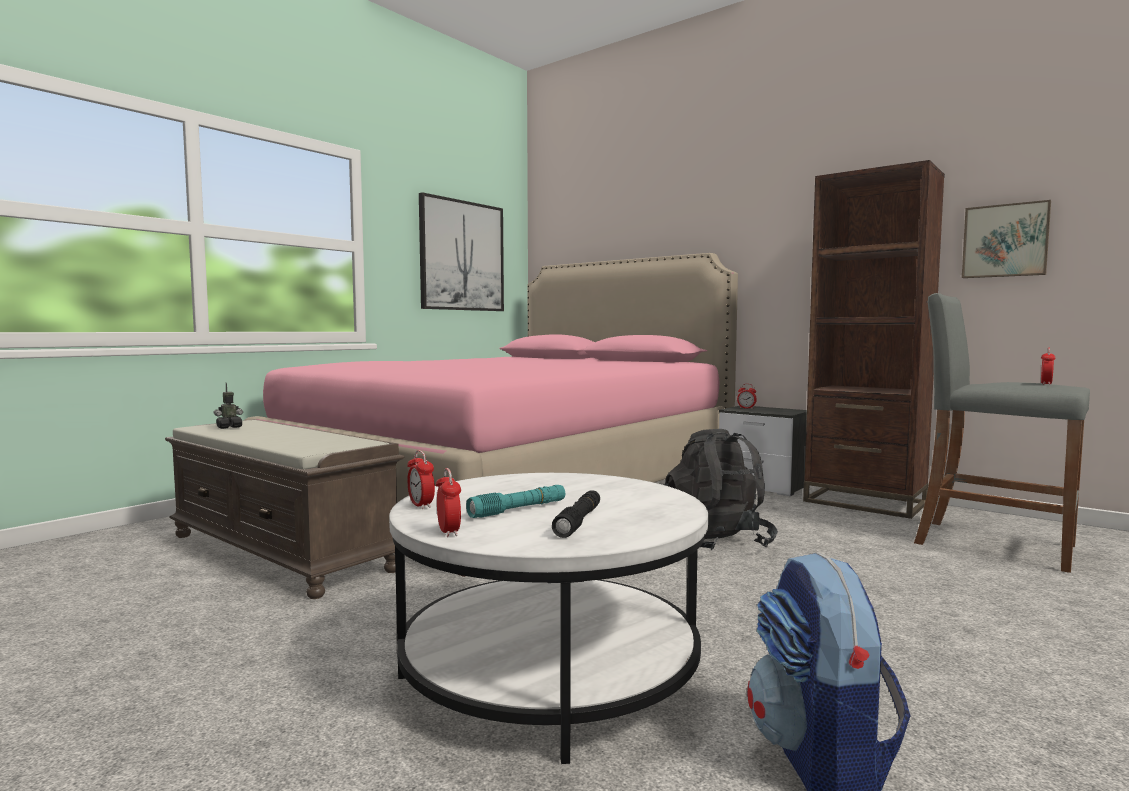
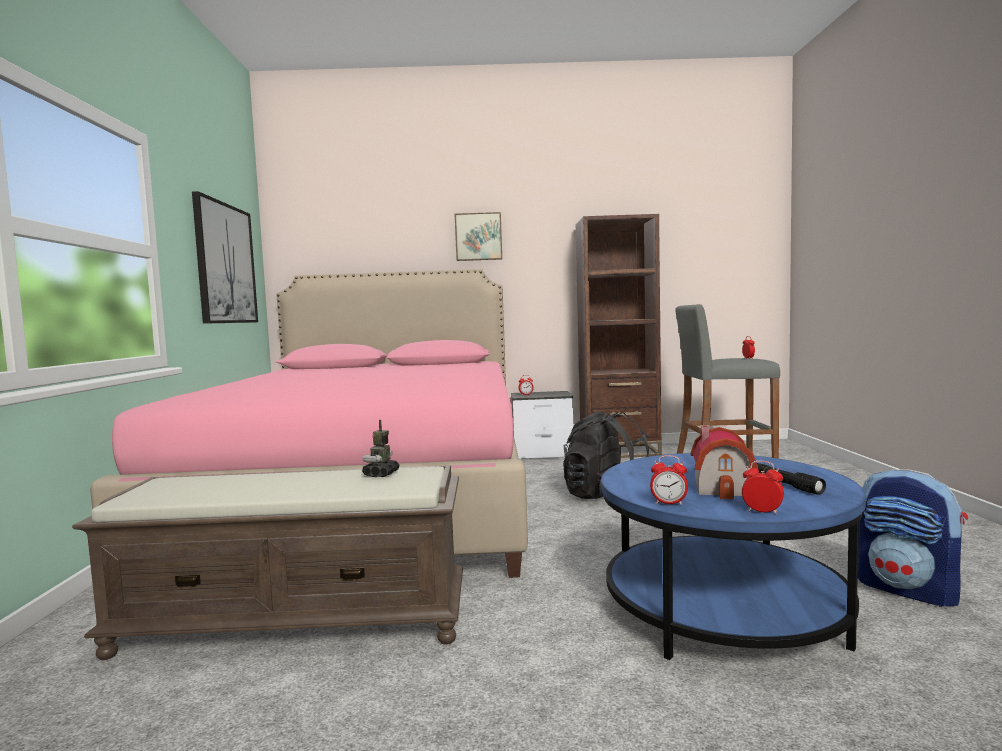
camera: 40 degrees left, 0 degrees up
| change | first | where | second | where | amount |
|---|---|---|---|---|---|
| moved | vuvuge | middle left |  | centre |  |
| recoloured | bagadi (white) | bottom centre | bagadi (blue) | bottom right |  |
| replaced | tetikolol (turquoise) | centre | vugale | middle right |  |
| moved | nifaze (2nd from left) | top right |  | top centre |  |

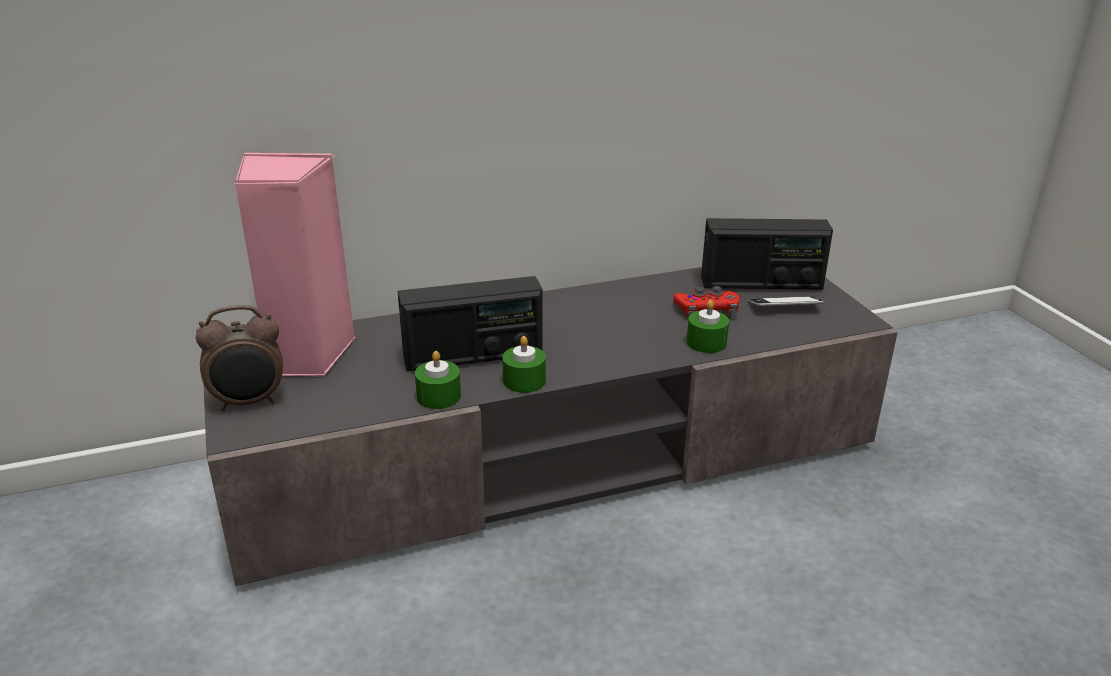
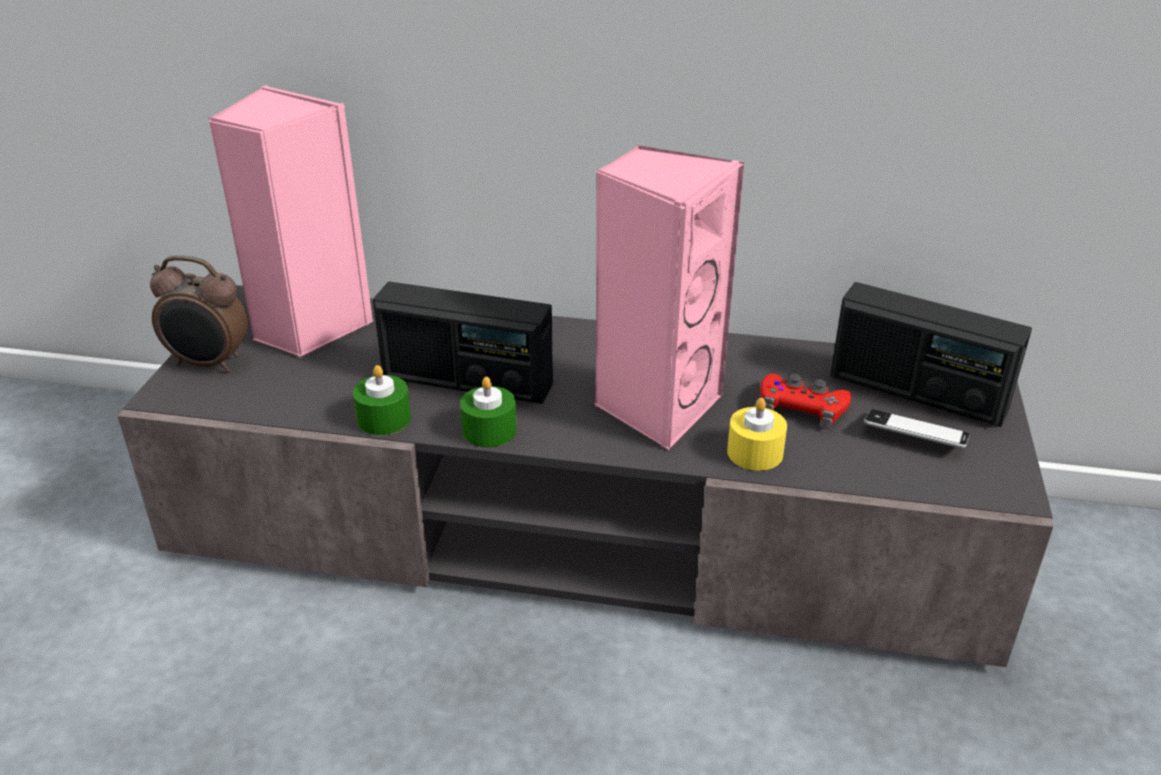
camera: 30 degrees right, 5 degrees up
| change | first | where | second | where | amount |
|---|---|---|---|---|---|
| recoloured | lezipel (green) (3rd from left) | centre | lezipel (yellow) | centre |  |
| added |  |  | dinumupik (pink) (2nd from left) | centre |  |

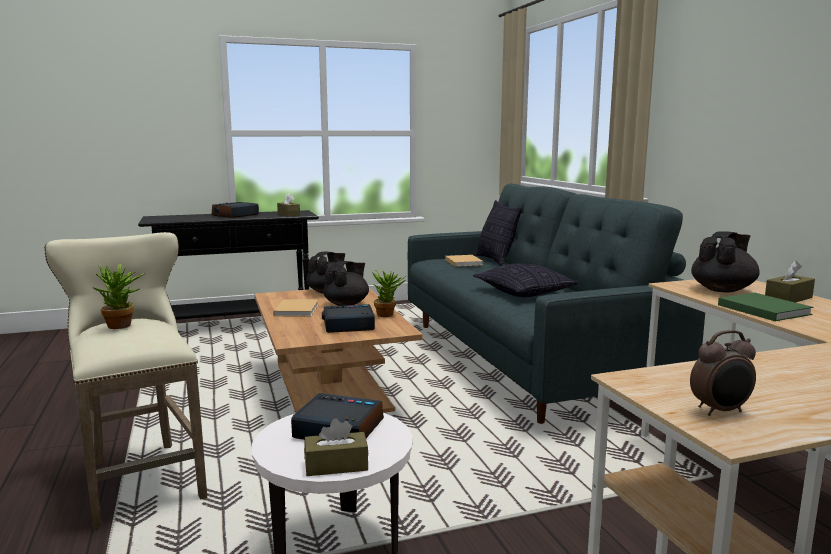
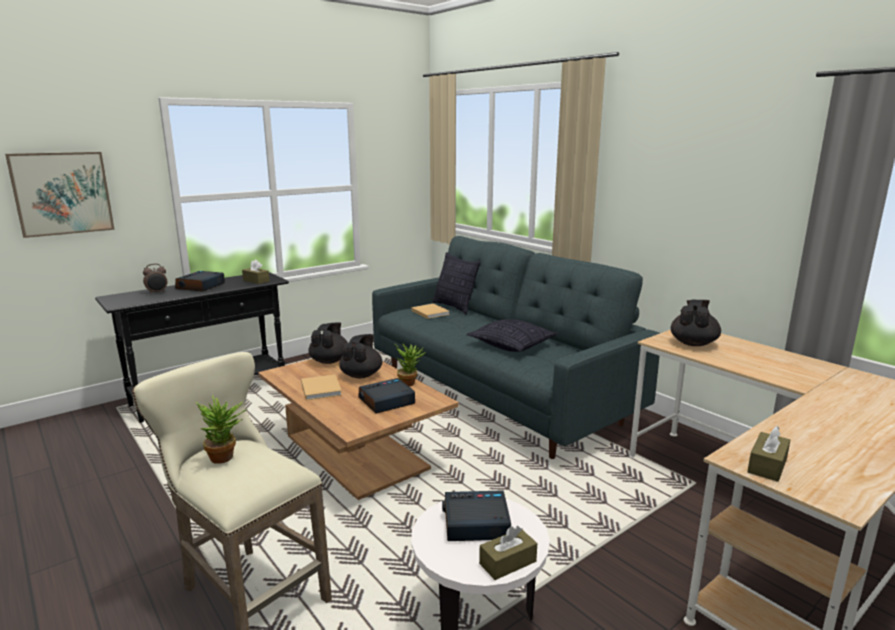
camera: 20 degrees left, 5 degrees up
| change | first | where | second | where | amount |
|---|---|---|---|---|---|
| moved | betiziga (4th from left in the first image) | bottom right | betiziga (1st from left) | middle left |  |
| removed | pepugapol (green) | middle right |  |  |  |
| moved | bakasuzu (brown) (3rd from left) | middle right |  | bottom right |  |
| added |  |  | nifaze | top left |  |

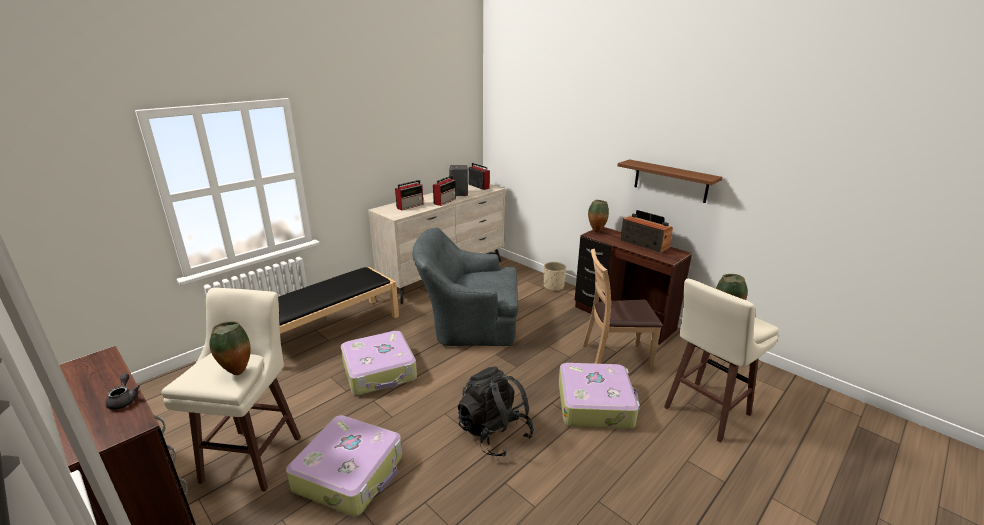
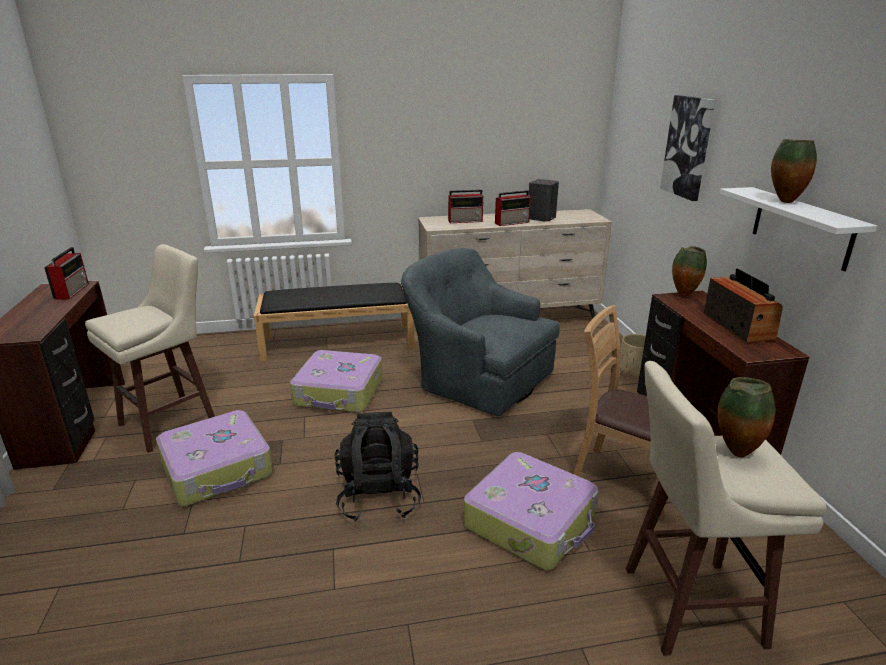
camera: 35 degrees right, 0 degrees up
| change | first | where | second | where | amount |
|---|---|---|---|---|---|
| removed | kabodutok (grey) | bottom left |  |  |  |
| moved | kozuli (1st from left in the first image) | middle left | kozuli (3rd from left) | top right |  |
| moved | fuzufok (3rd from left in the first image) | centre | fuzufok (1st from left) | middle left |  |
| recoloured | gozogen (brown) | middle right | gozogen (white) | middle right |  |
| added |  |  | nifaze | top right |  |

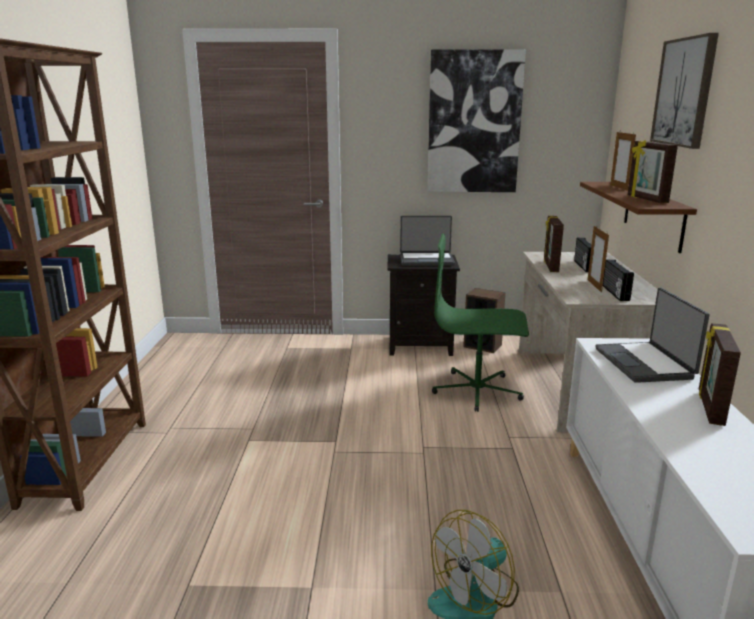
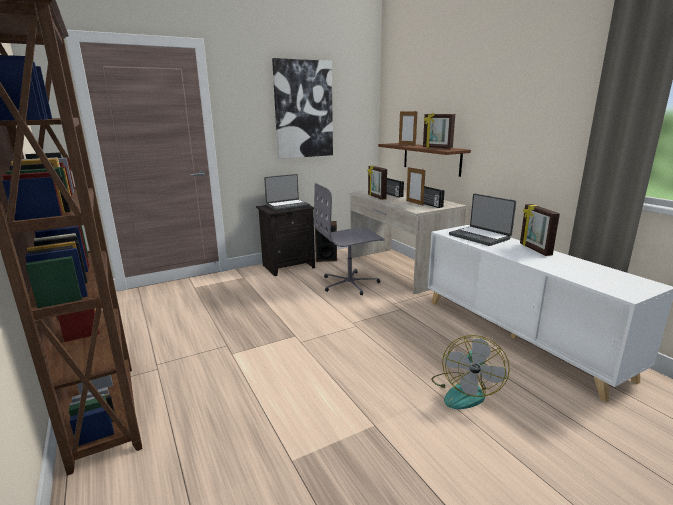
camera: 30 degrees left, 0 degrees up
| change | first | where | second | where | amount |
|---|---|---|---|---|---|
| recoloured | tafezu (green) | centre | tafezu (grey) | centre |  |
| removed | nifaze (2nd from left) | top right |  |  |  |

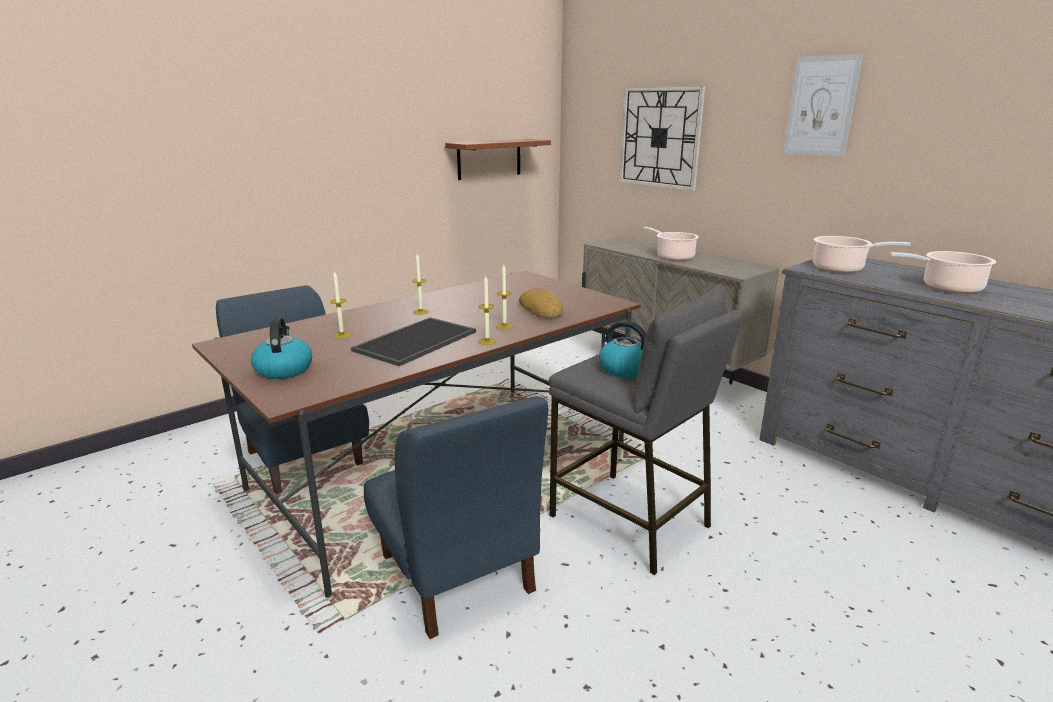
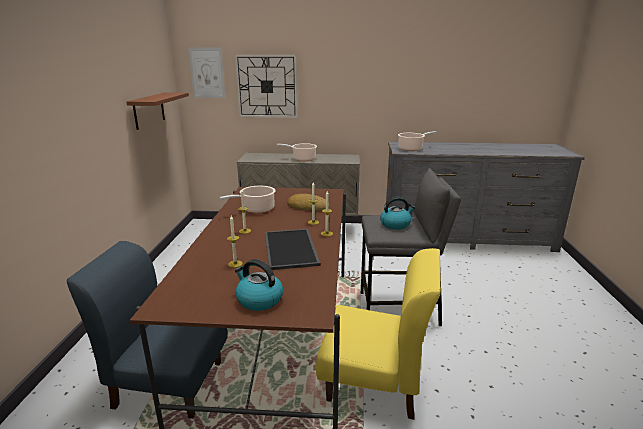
camera: 45 degrees left, 0 degrees up
| change | first | where | second | where | amount |
|---|---|---|---|---|---|
| recoloured | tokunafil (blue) (2nd from left) | bottom centre | tokunafil (yellow) | bottom centre |  |
| moved | nifaze | top right |  | top left |  |
| moved | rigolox (3rd from left in the first image) | middle right | rigolox (1st from left) | centre |  |

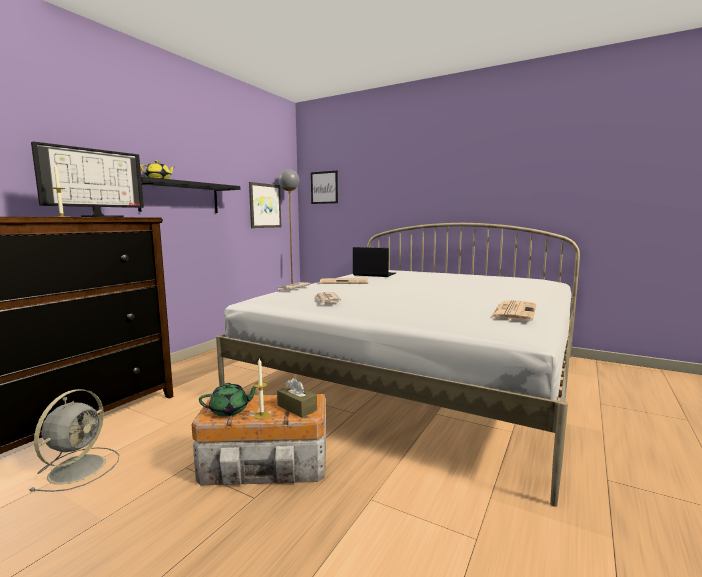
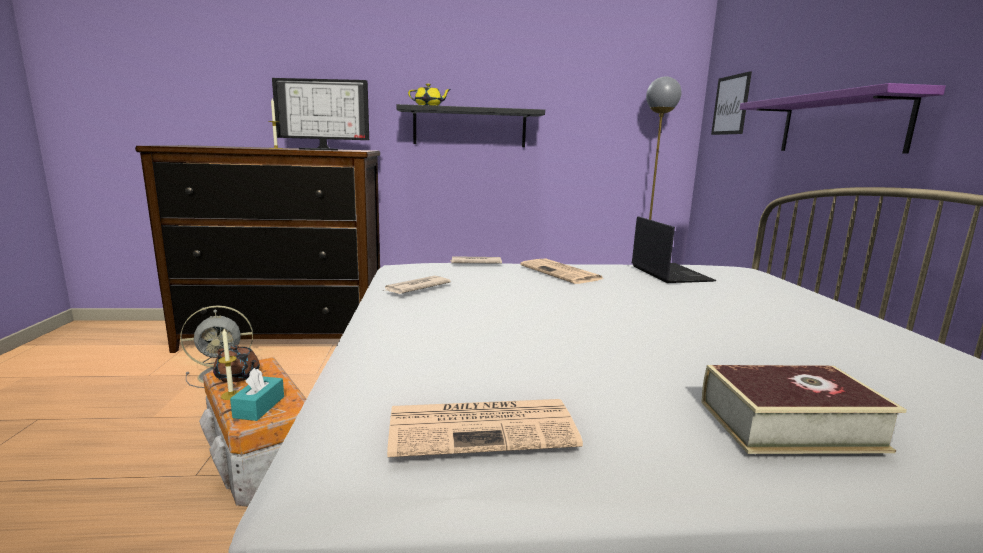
camera: 55 degrees right, 5 degrees up
| change | first | where | second | where | amount |
|---|---|---|---|---|---|
| recoloured | kabodutok (green) | bottom left | kabodutok (brown) | middle left |  |
| removed | nifaze (1st from left) | centre |  |  |  |
| recoloured | bakasuzu (brown) | bottom centre | bakasuzu (turquoise) | bottom left |  |
| added |  |  | pepugapol | bottom right |  |
| added |  |  | gozogen (purple) | top right |  |

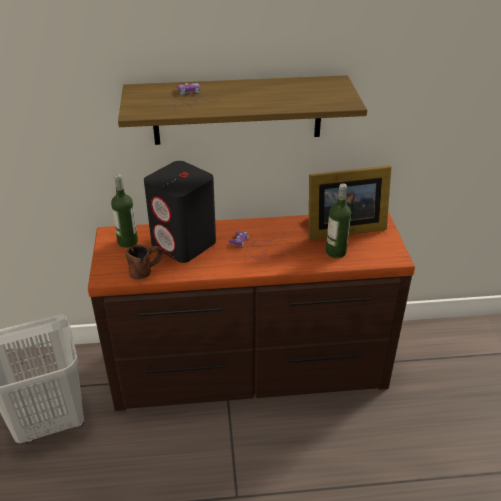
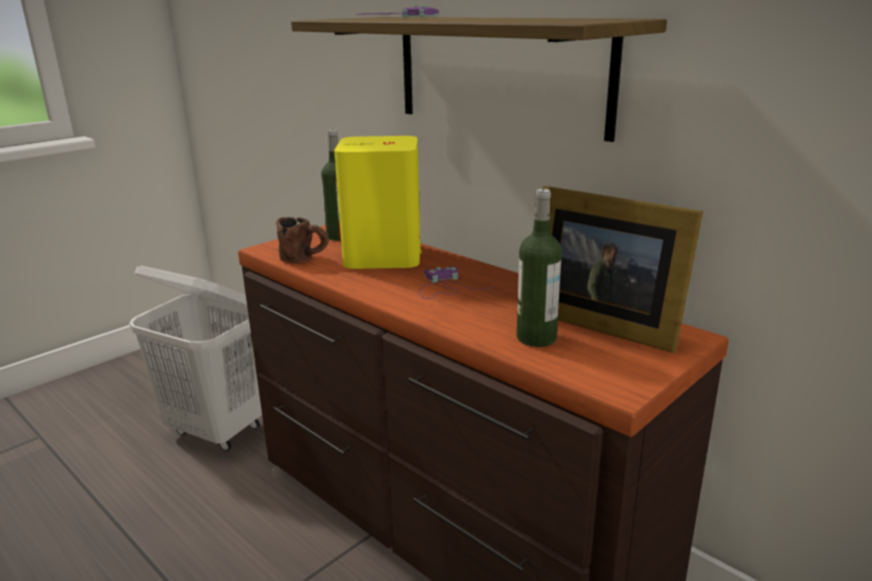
camera: 50 degrees right, 15 degrees down
| change | first | where | second | where | amount |
|---|---|---|---|---|---|
| recoloured | dinumupik (black) | centre | dinumupik (yellow) | centre |  |

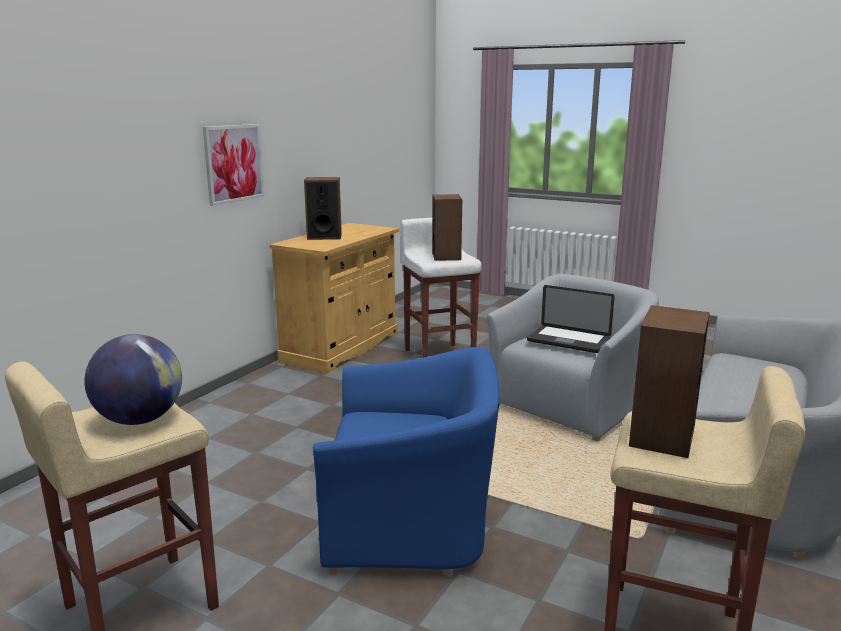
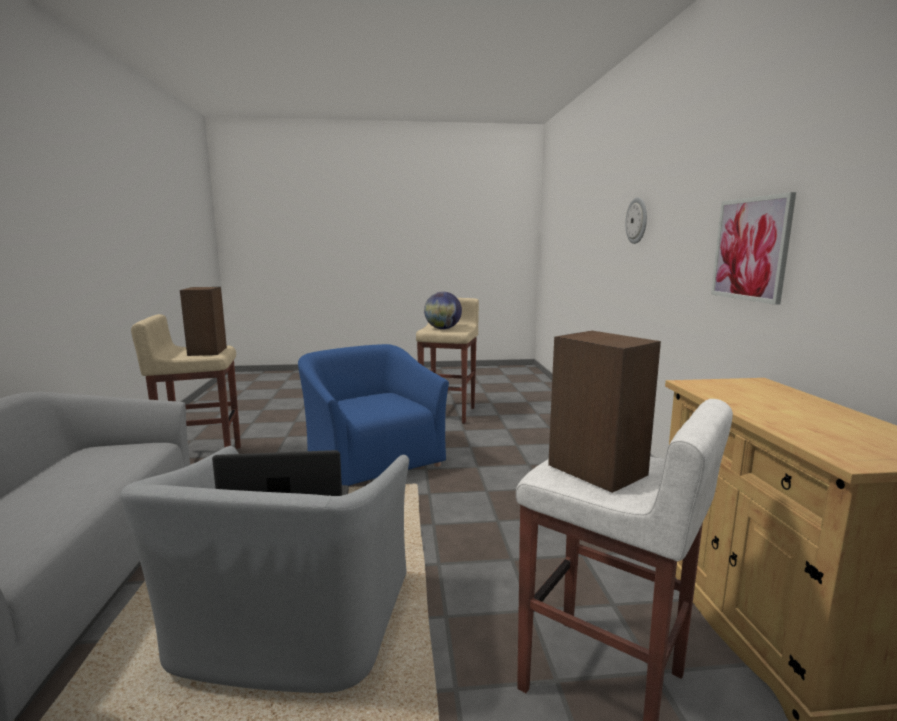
camera: 145 degrees right, 5 degrees down
| change | first | where | second | where | amount |
|---|---|---|---|---|---|
| removed | dinumupik (1st from left) | top centre |  |  |  |
| turned | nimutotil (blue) | bottom centre |  | centre | 90 degrees clockwise |
| added |  |  | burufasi | top right |  |

